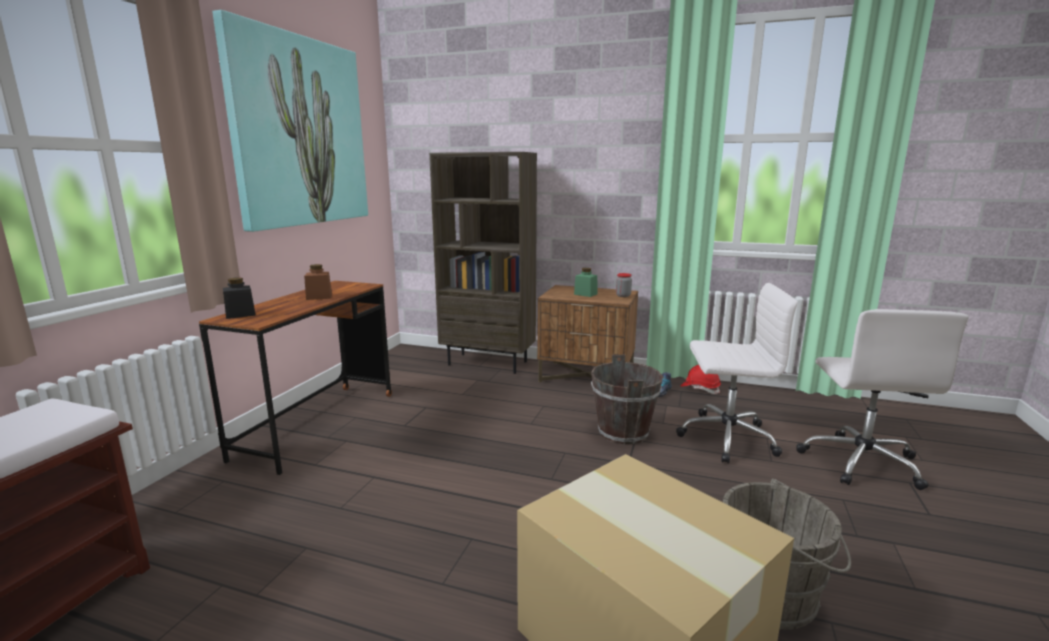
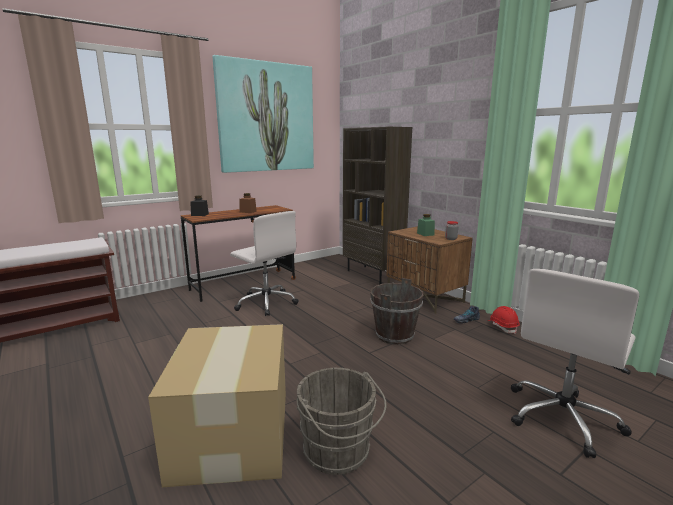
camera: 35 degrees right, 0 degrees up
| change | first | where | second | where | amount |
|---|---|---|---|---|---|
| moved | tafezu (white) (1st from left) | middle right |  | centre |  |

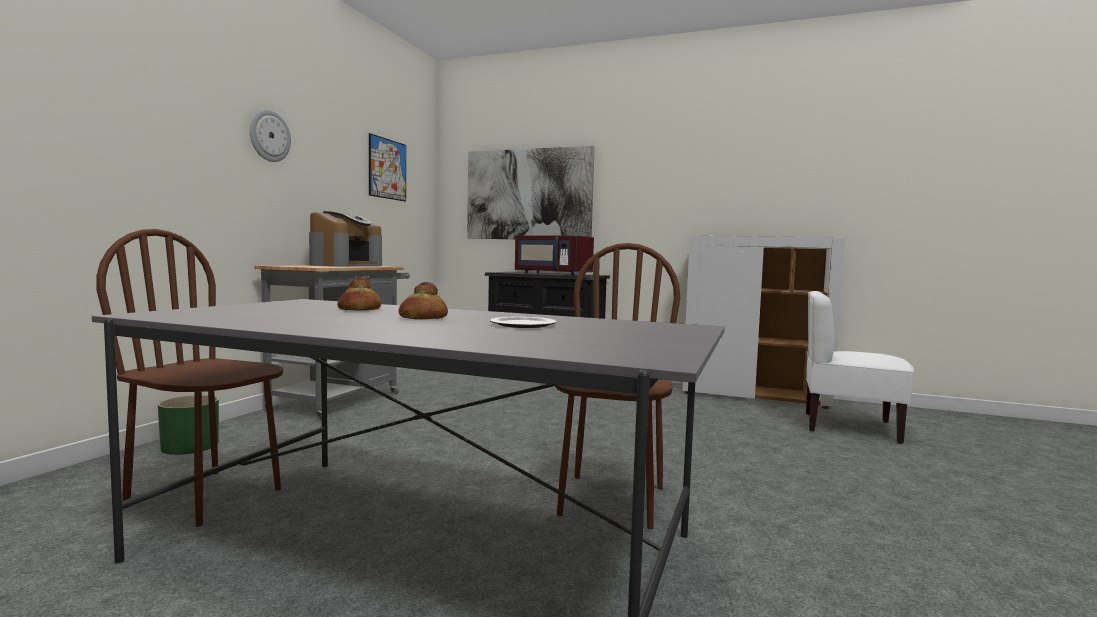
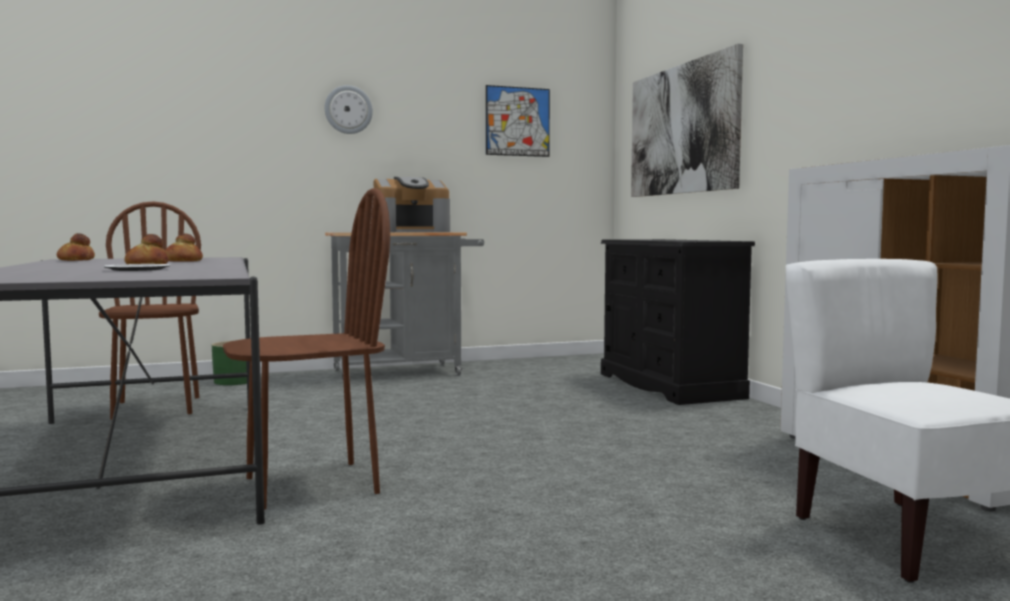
camera: 50 degrees right, 0 degrees up
| change | first | where | second | where | amount |
|---|---|---|---|---|---|
| removed | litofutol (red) | centre |  |  |  |
| added |  |  | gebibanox (1st from left) | middle left |  |

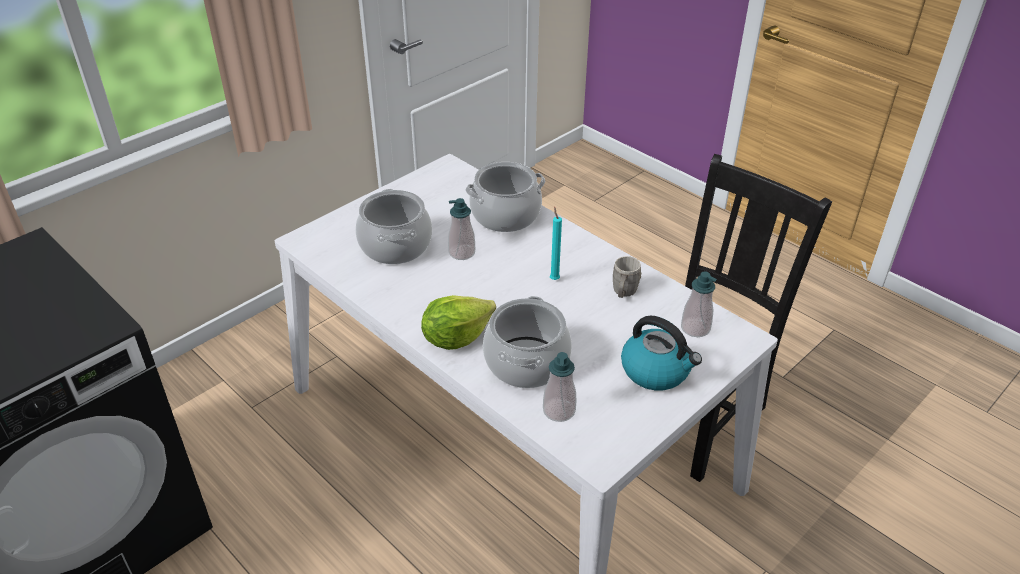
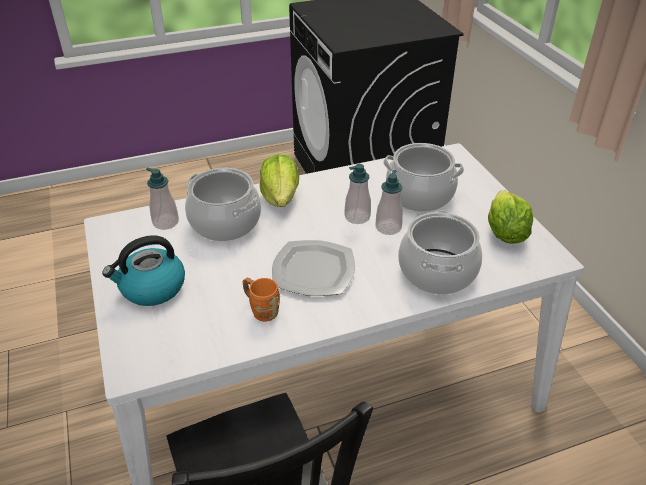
camera: 115 degrees right, 0 degrees up
| change | first | where | second | where | amount |
|---|---|---|---|---|---|
| replaced | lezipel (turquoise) | centre | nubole | centre |  |
| recoloured | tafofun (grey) | centre | tafofun (orange) | centre |  |
| moved | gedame (3rd from left in the first image) | middle right | gedame (2nd from left) | centre |  |
| added |  |  | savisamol (2nd from left) | middle right |  |

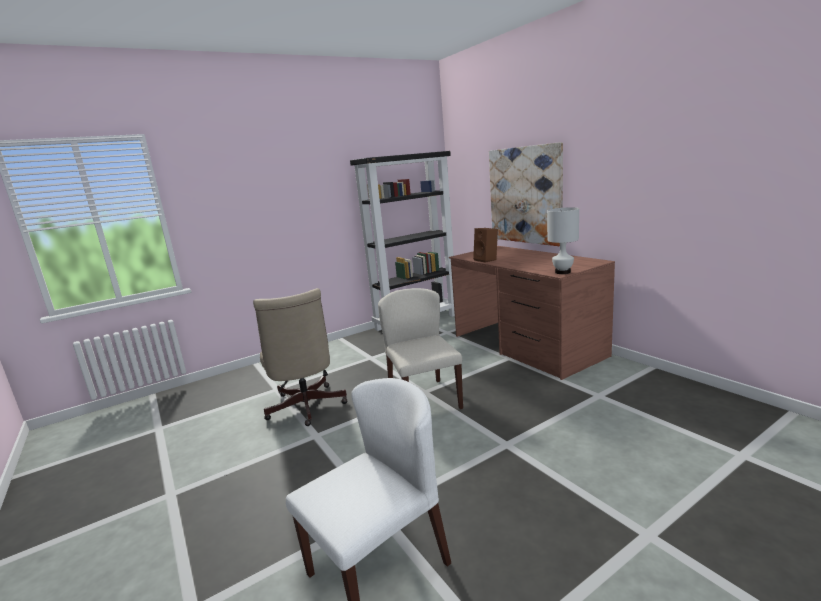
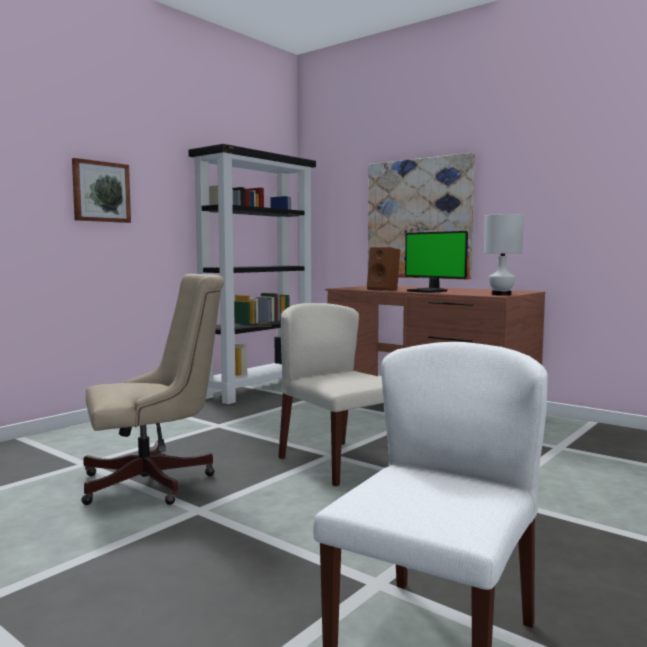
camera: 20 degrees left, 10 degrees down
| change | first | where | second | where | amount |
|---|---|---|---|---|---|
| turned | tafezu (beige) | centre |  | middle left | 75 degrees counterclockwise |
| added |  |  | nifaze (1st from left) | top left |  |
| added |  |  | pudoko | middle right |  |

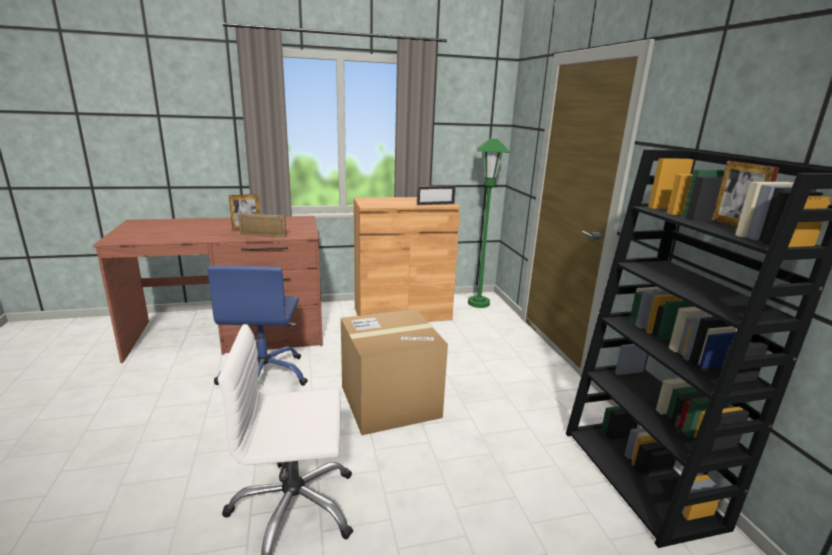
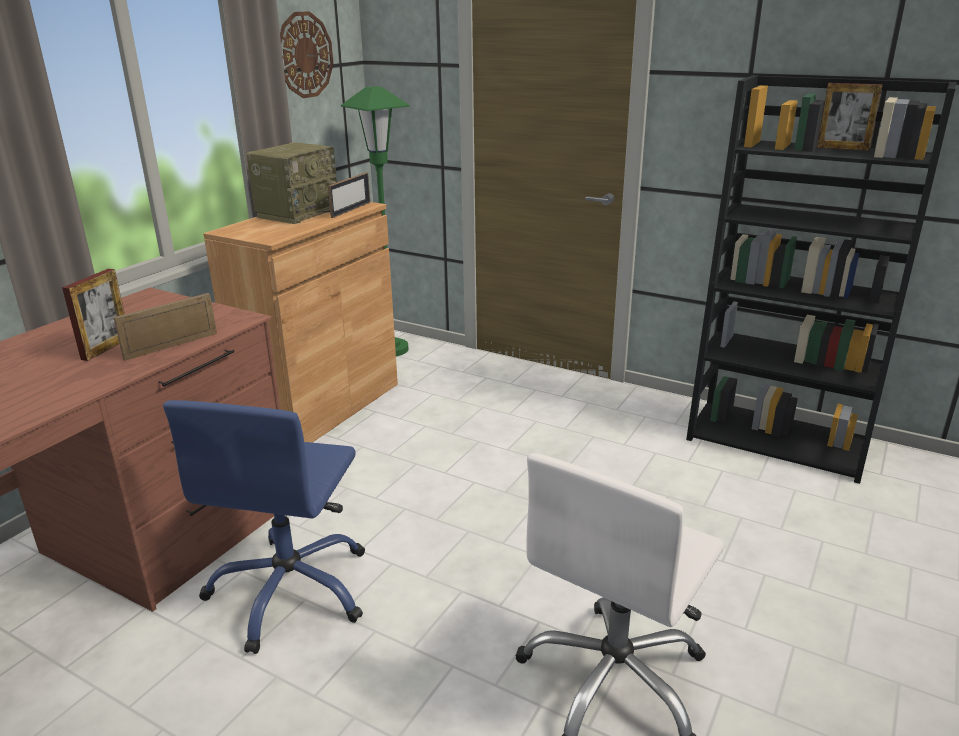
camera: 45 degrees left, 5 degrees up
| change | first | where | second | where | amount |
|---|---|---|---|---|---|
| turned | tafezu (blue) | middle left |  | bottom left | 60 degrees clockwise |
| removed | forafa | bottom centre |  |  |  |
| added |  |  | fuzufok | top left |  |
| added |  |  | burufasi | top left |  |

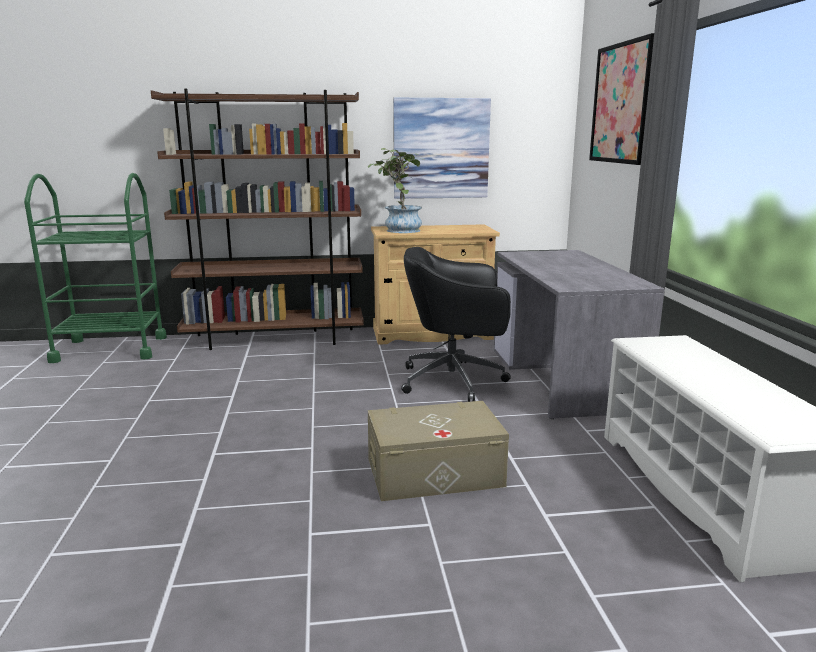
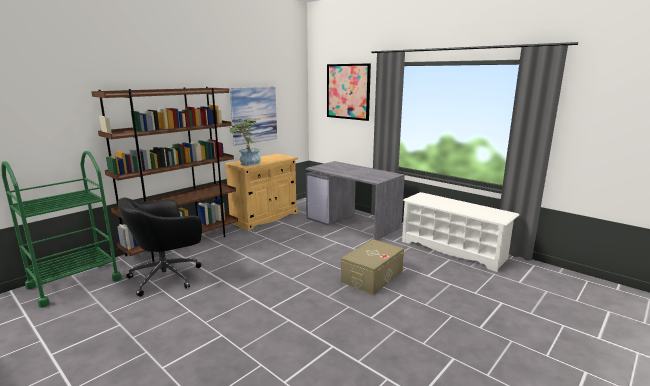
camera: 40 degrees left, 0 degrees up
| change | first | where | second | where | amount |
|---|---|---|---|---|---|
| moved | tafezu (black) | centre |  | middle left |  |

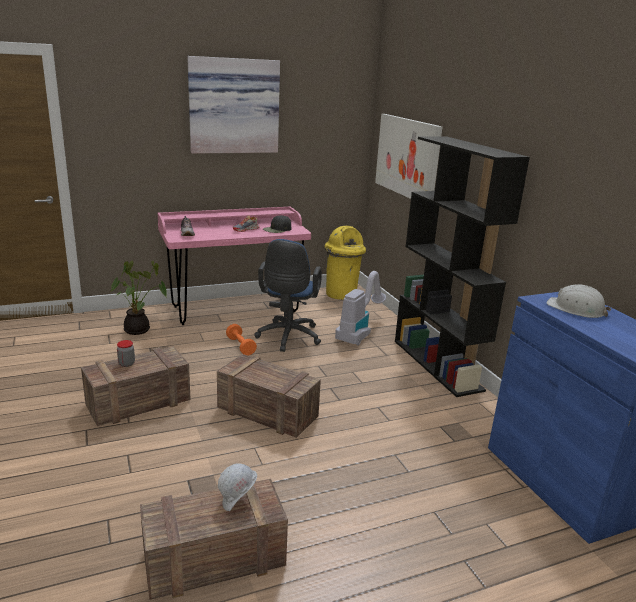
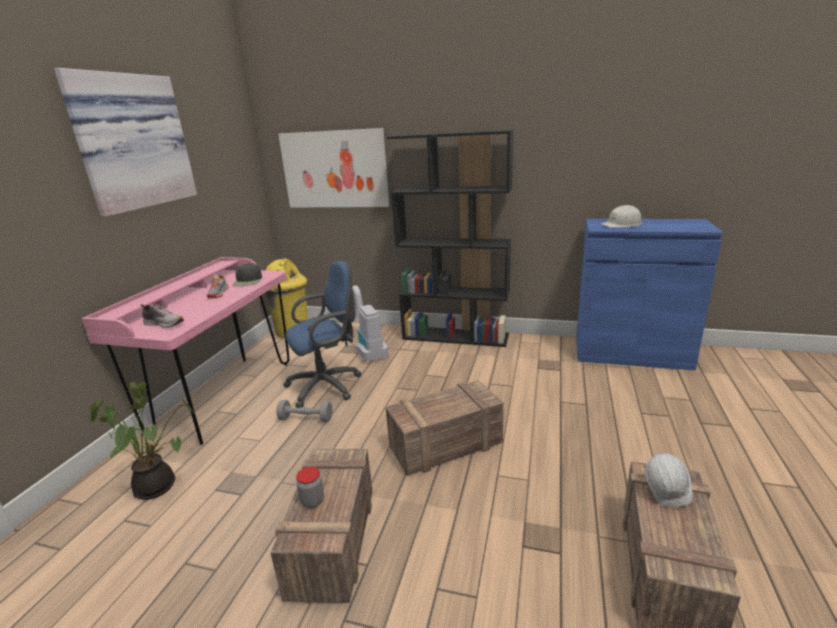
camera: 50 degrees left, 0 degrees up
| change | first | where | second | where | amount |
|---|---|---|---|---|---|
| recoloured | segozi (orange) | centre | segozi (grey) | centre |  |
| turned | tafezu (blue) | centre |  | centre | 75 degrees counterclockwise |

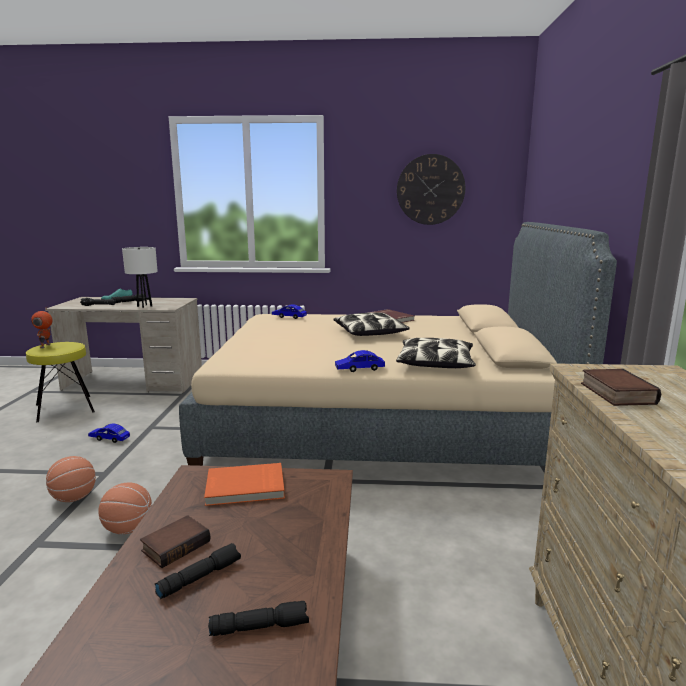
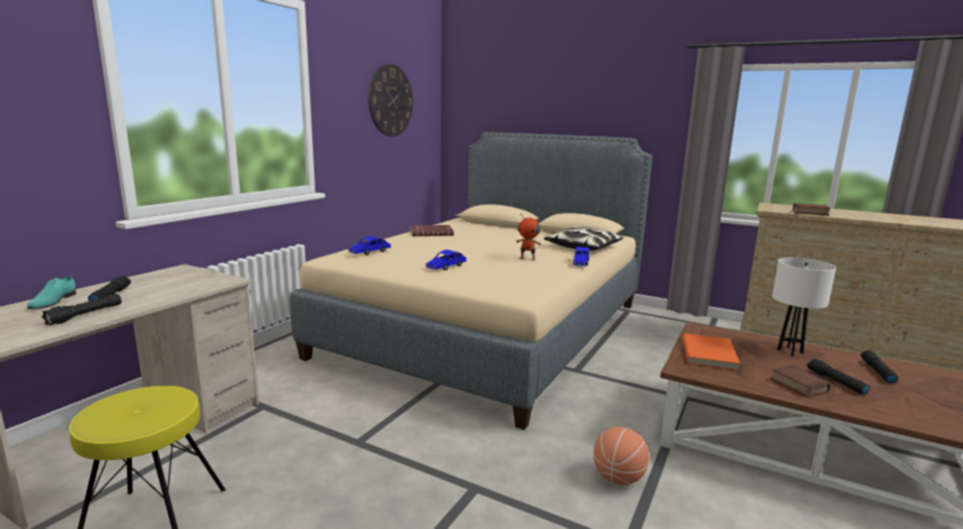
camera: 65 degrees left, 0 degrees up
| change | first | where | second | where | amount |
|---|---|---|---|---|---|
| moved | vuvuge | middle left |  | centre |  |
| removed | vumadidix (1st from left) | bottom left |  |  |  |
| moved | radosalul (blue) (1st from left in the first image) | middle left | radosalul (blue) (2nd from left) | centre |  |
| moved | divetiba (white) | middle left |  | middle right |  |
| removed | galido (1st from left) | centre |  |  |  |

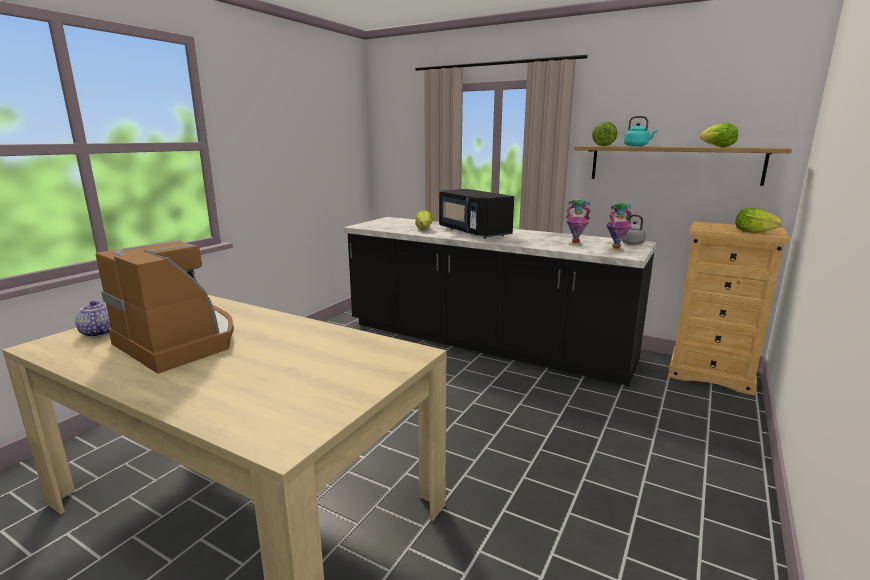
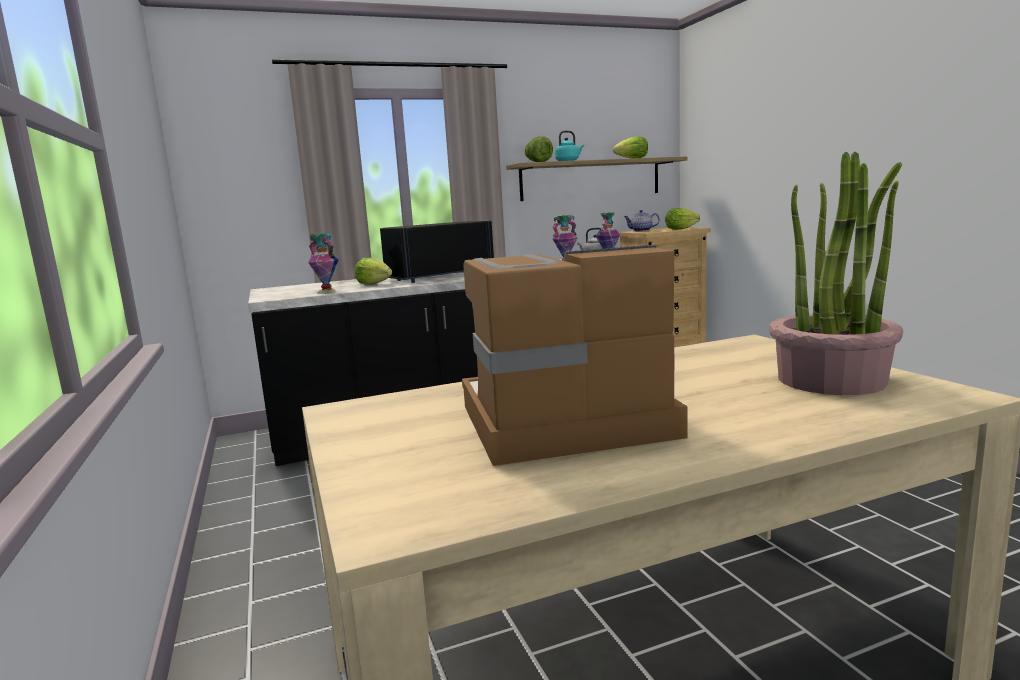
camera: 50 degrees left, 5 degrees down
| change | first | where | second | where | amount |
|---|---|---|---|---|---|
| moved | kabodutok | middle left |  | top centre |  |
| turned | litofutol (black) | centre |  | centre | 135 degrees clockwise |
| added |  |  | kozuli (1st from left) | middle left |  |
| added |  |  | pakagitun | middle right |  |

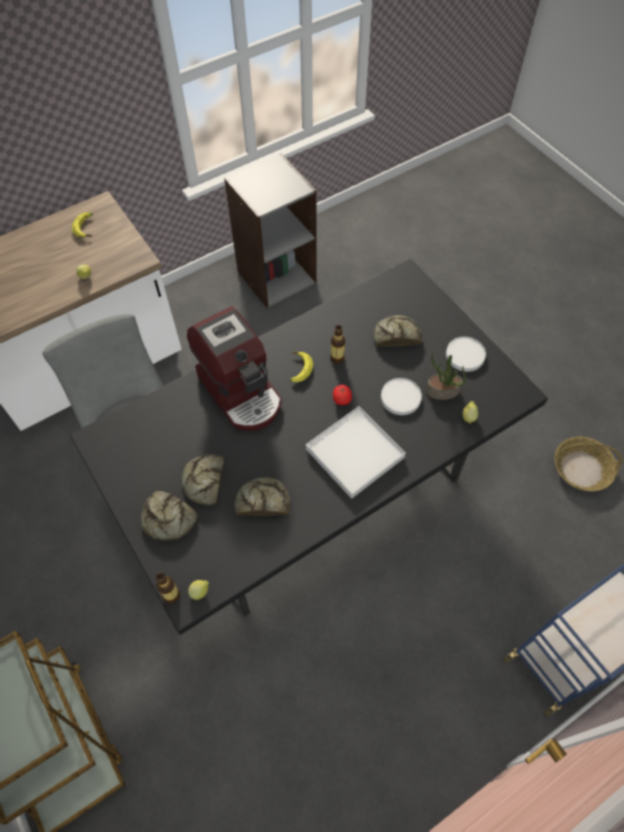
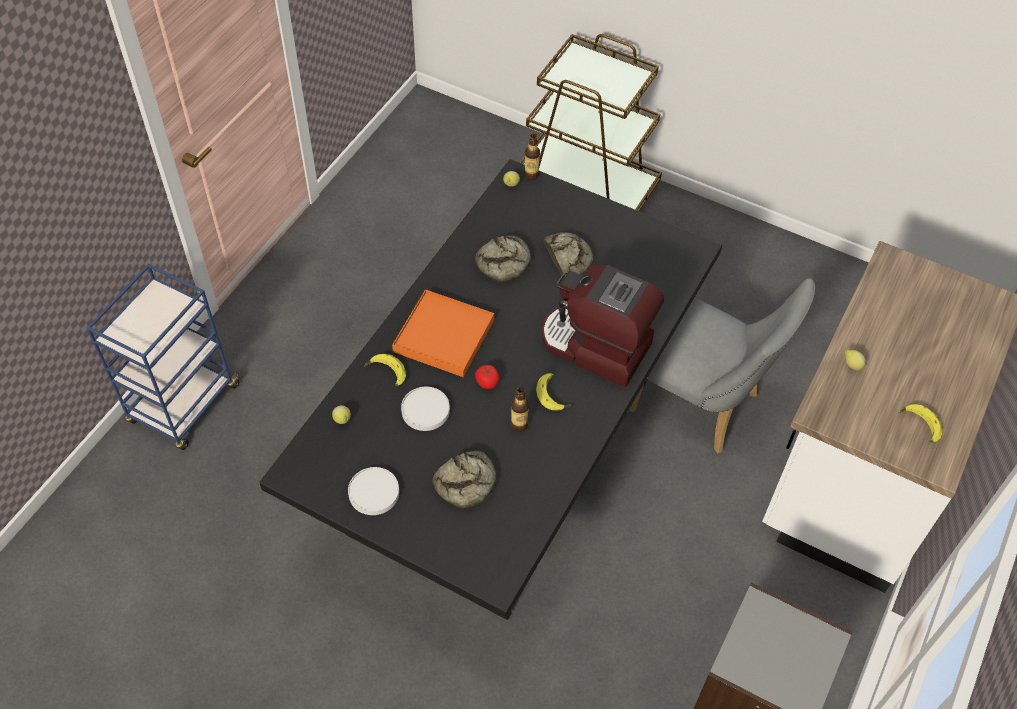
camera: 150 degrees right, 5 degrees down
| change | first | where | second | where | amount |
|---|---|---|---|---|---|
| removed | gebibanox (1st from left) | middle left |  |  |  |
| recoloured | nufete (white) | centre | nufete (orange) | centre |  |
| removed | pakagitun | middle right |  |  |  |
| removed | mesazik | middle right |  |  |  |
| added |  |  | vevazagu (1st from left) | centre |  |

